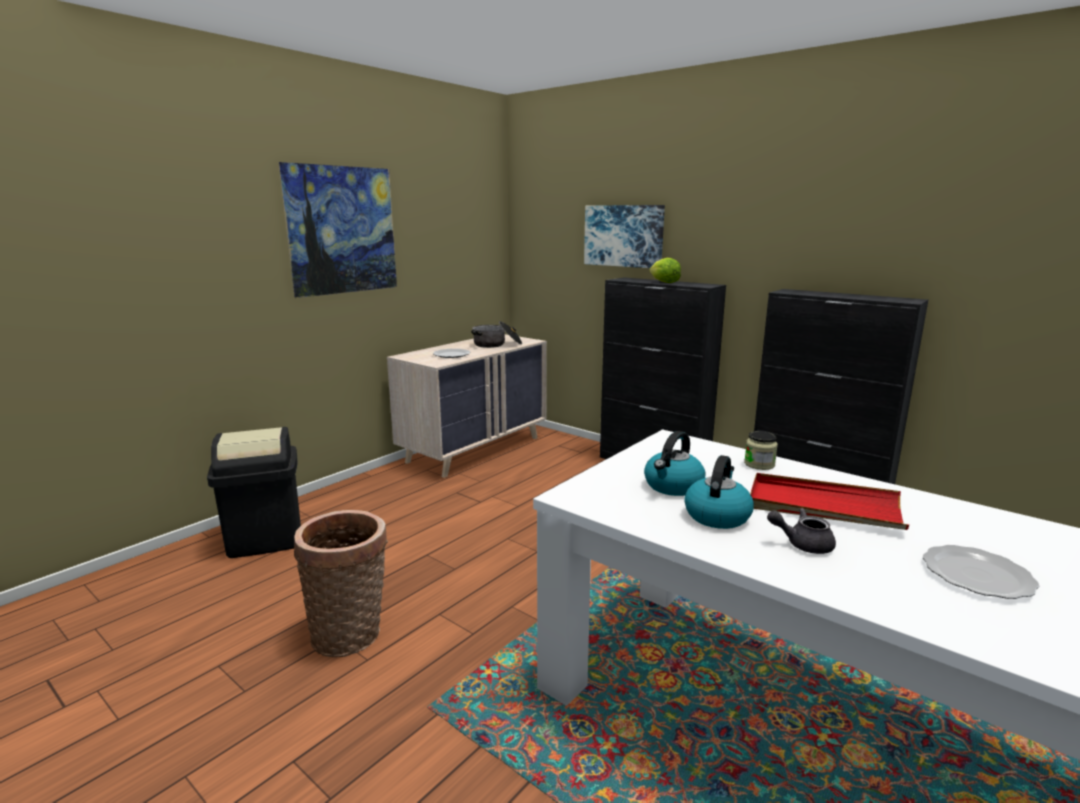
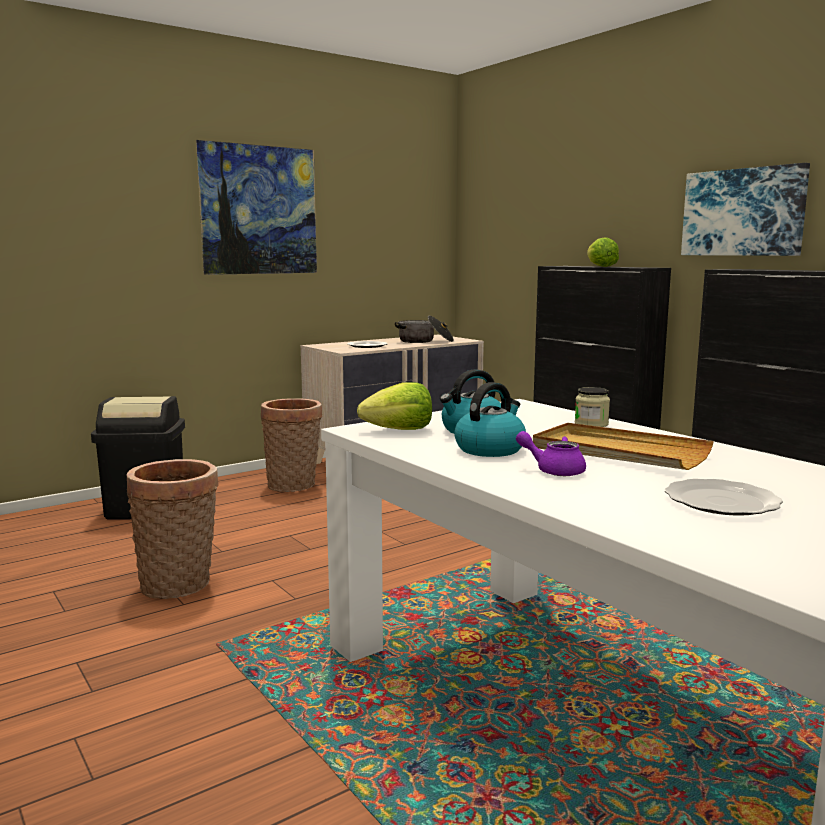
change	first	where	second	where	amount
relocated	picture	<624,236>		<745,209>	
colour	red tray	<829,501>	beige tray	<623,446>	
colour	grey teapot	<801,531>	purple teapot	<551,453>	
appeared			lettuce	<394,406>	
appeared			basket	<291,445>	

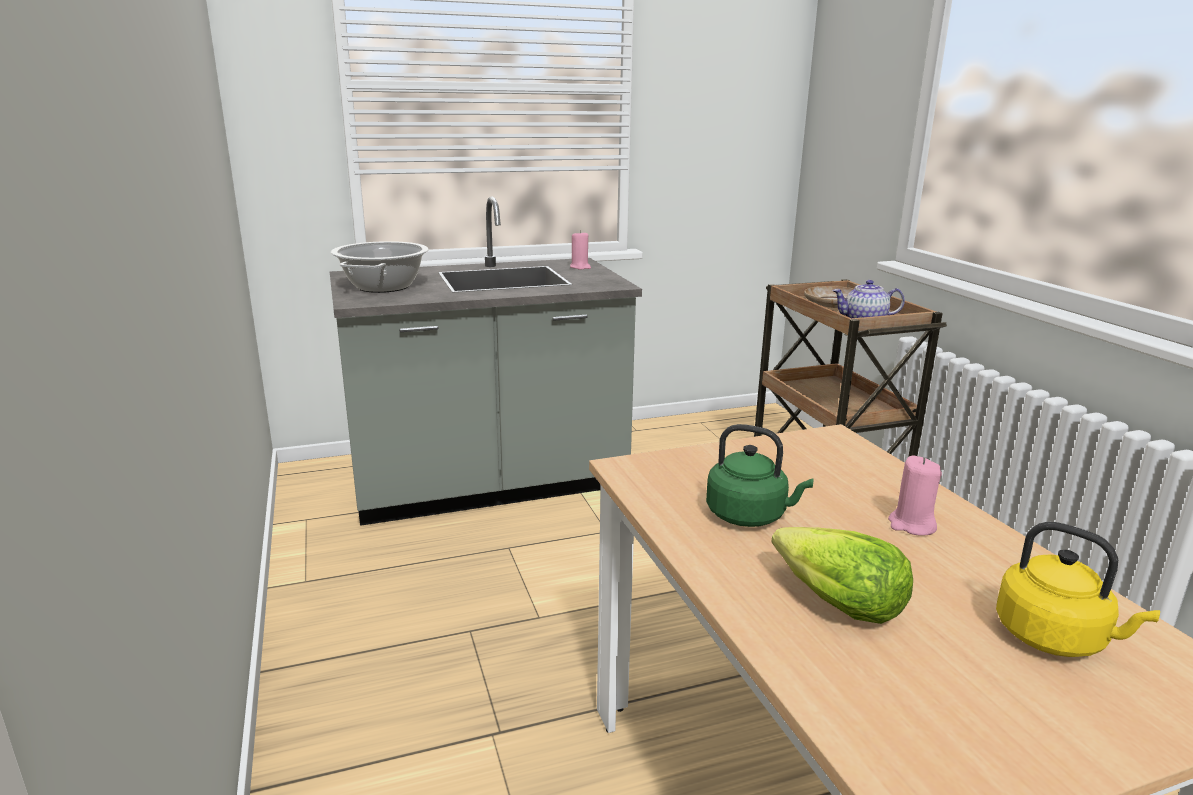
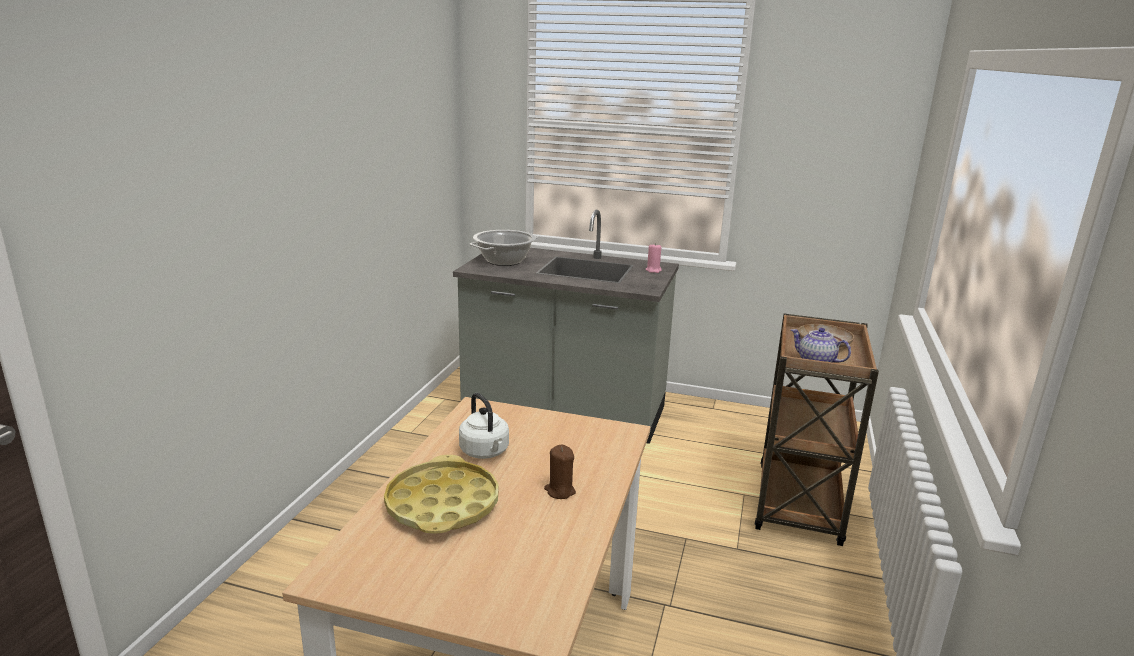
change	first	where	second	where	amount
colour	green kettle	<760,475>	white kettle	<484,426>	
colour	pink candle	<915,495>	brown candle	<560,472>	
missing	yellow kettle	<1078,589>			
exchanged	lettuce	<842,575>	yellow tray	<441,494>	

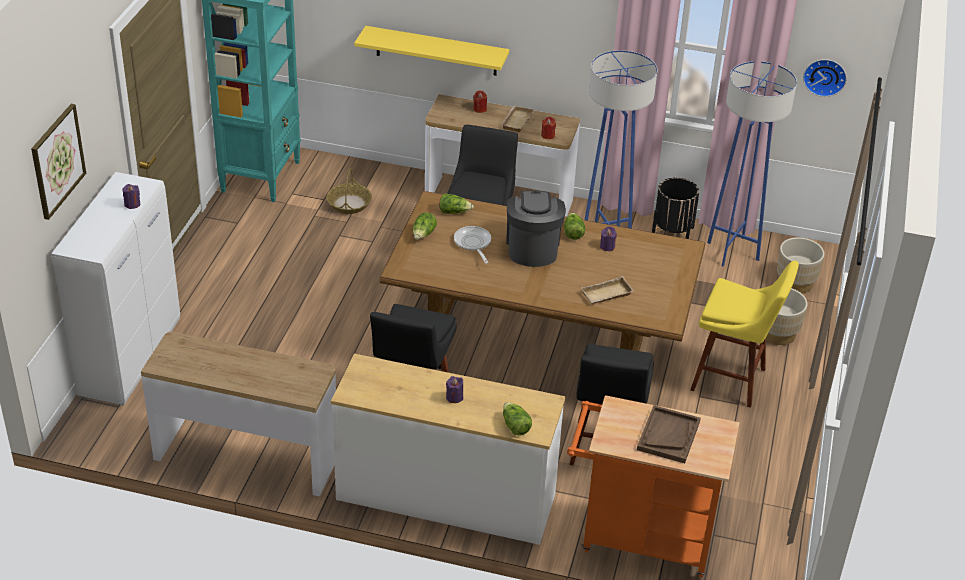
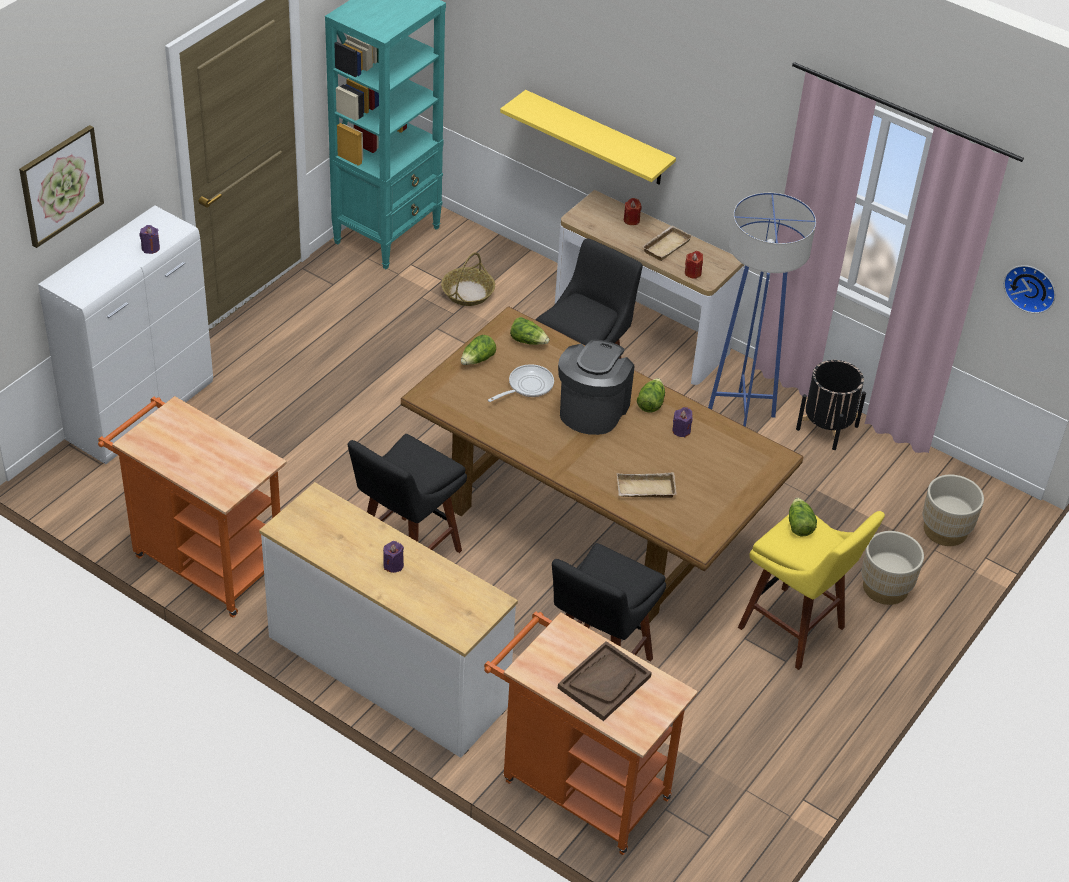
change	first	where	second	where	amount
missing	blue floor lamp	<752,163>			
spun	frying pan	<472,245>		<521,383>	45 degrees clockwise
exchanged	console table	<238,414>	orange cart	<192,507>	
relocated	lettuce	<517,418>		<803,517>	

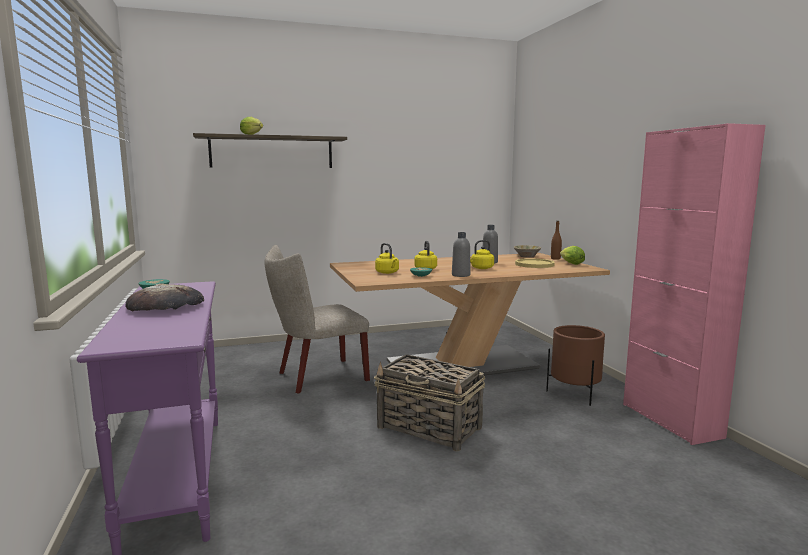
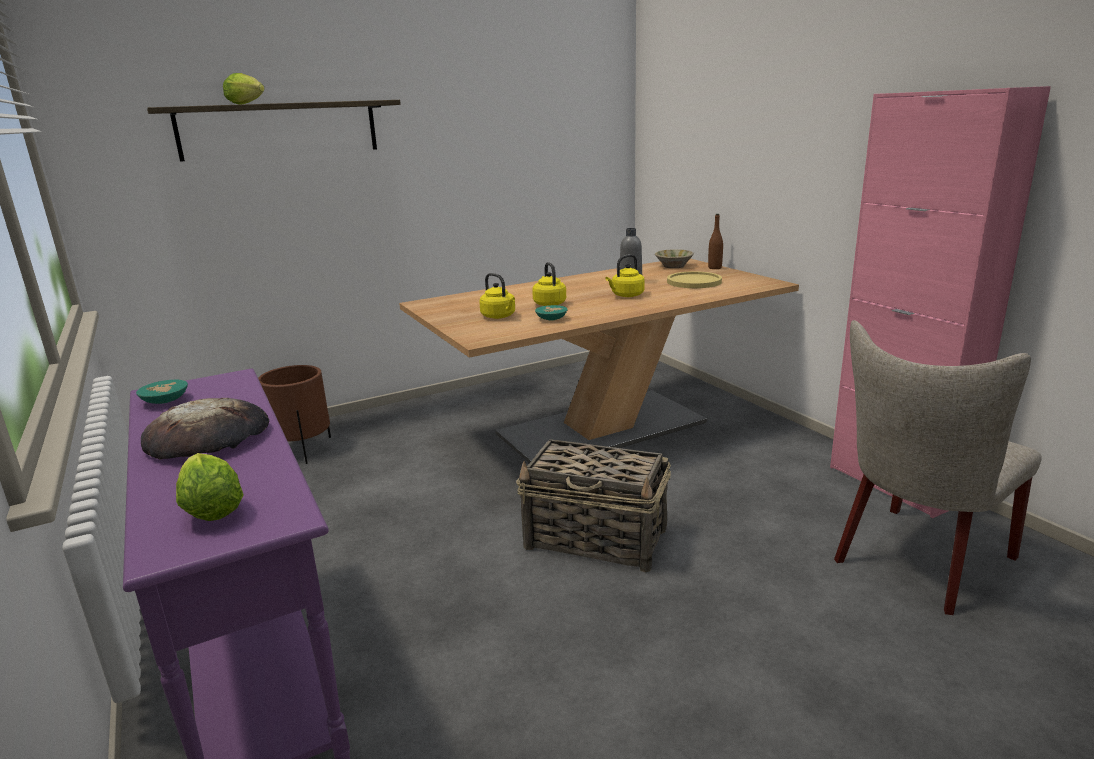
change	first	where	second	where	amount
missing	grey bottle	<461,254>			
relocated	beige chair	<317,319>		<938,467>	
relocated	lettuce	<572,255>		<210,487>	
relocated	brown planter	<575,365>		<294,414>	

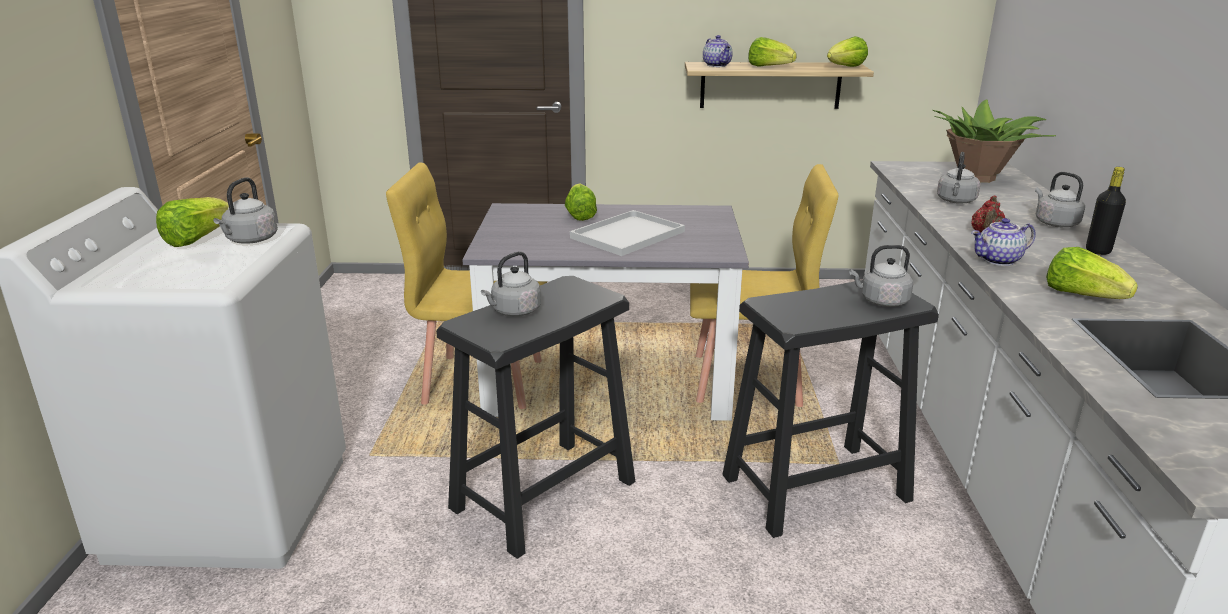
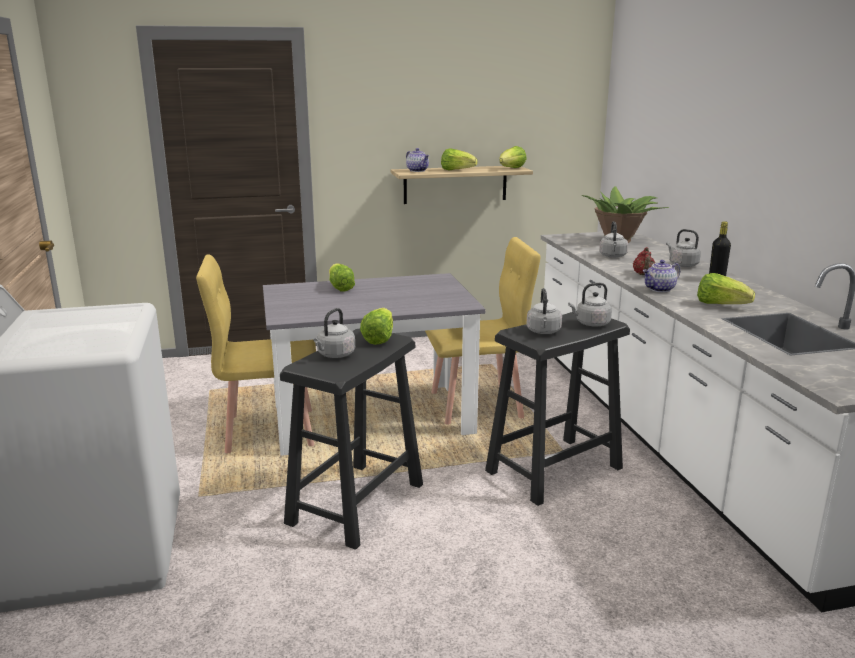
change	first	where	second	where	amount
relocated	grey kettle	<245,210>		<544,311>	
relocated	lettuce	<192,222>		<376,326>	
missing	white tray	<627,233>			

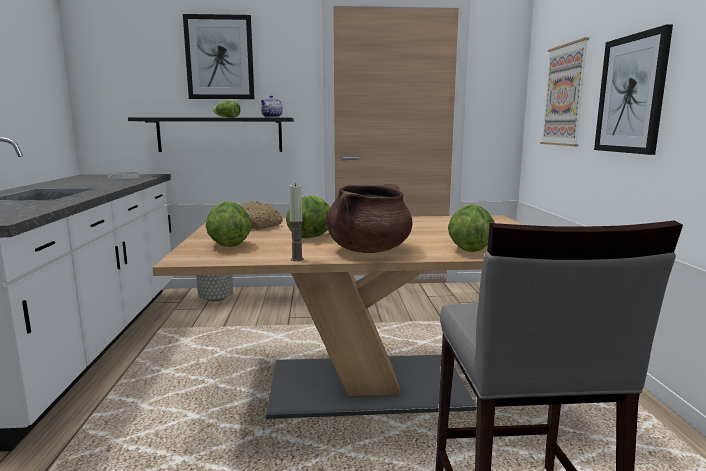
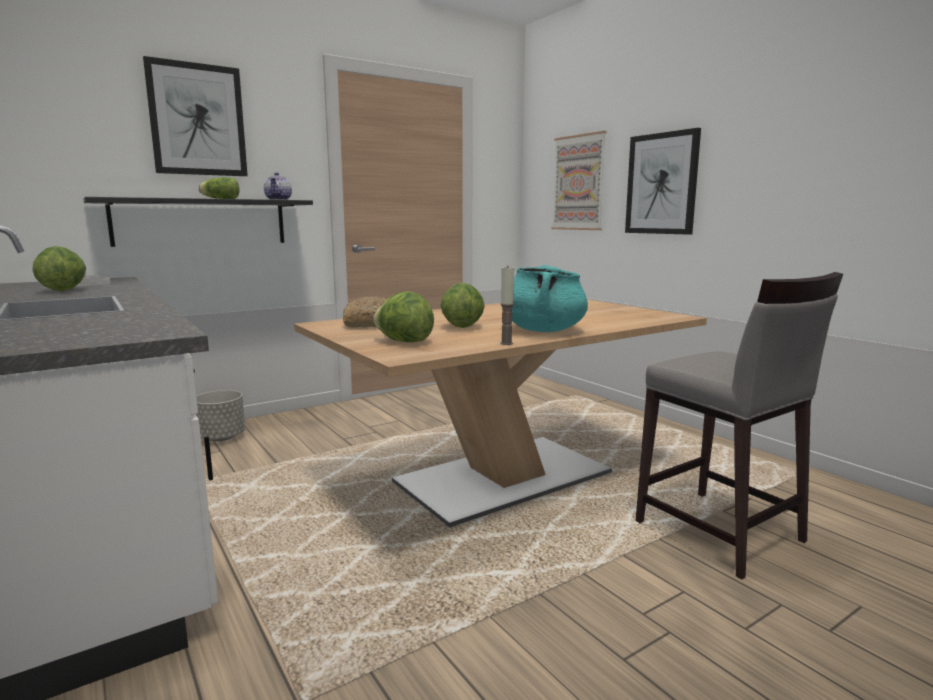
change	first	where	second	where	amount
colour	brown cooking pot	<369,218>	turquoise cooking pot	<550,298>	
relocated	lettuce	<471,228>		<59,268>	

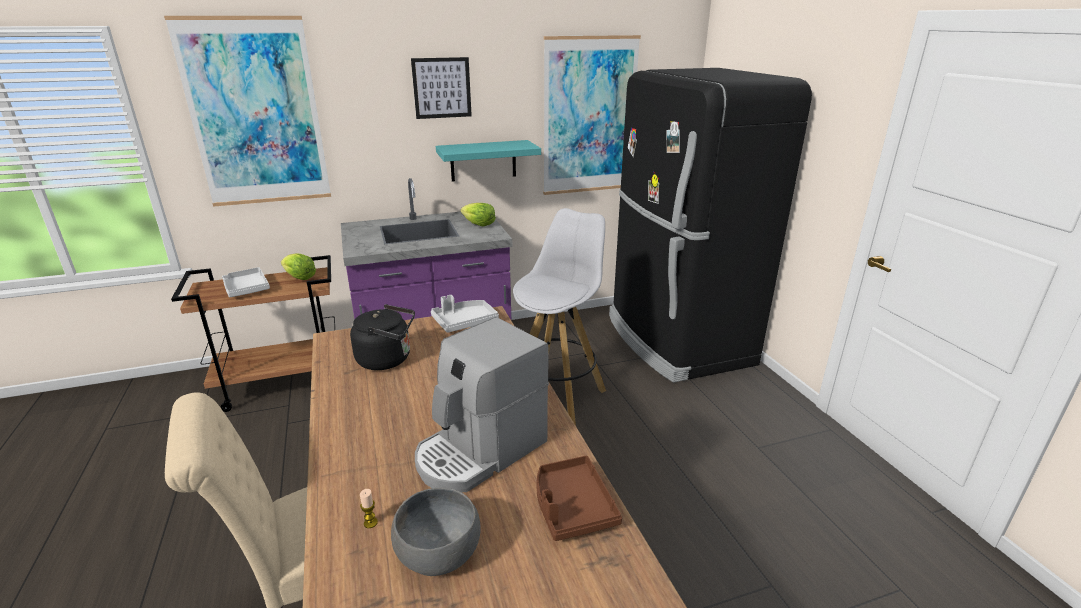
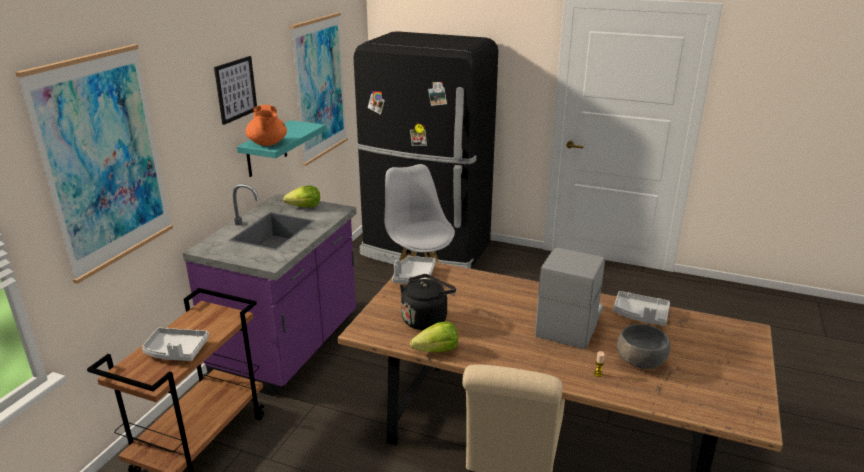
change	first	where	second	where	amount
relocated	lettuce	<298,266>		<434,337>	
spun	coffee machine	<482,404>		<570,298>	150 degrees counterclockwise
colour	brown tray	<579,498>	grey tray	<641,308>	
appeared			orange teapot	<266,125>	

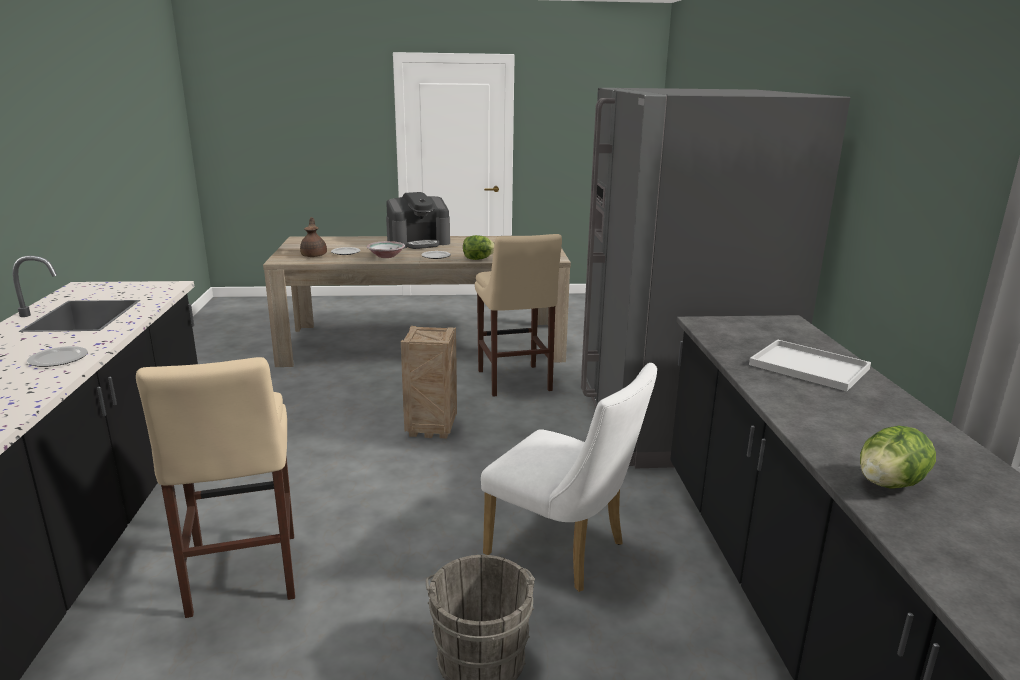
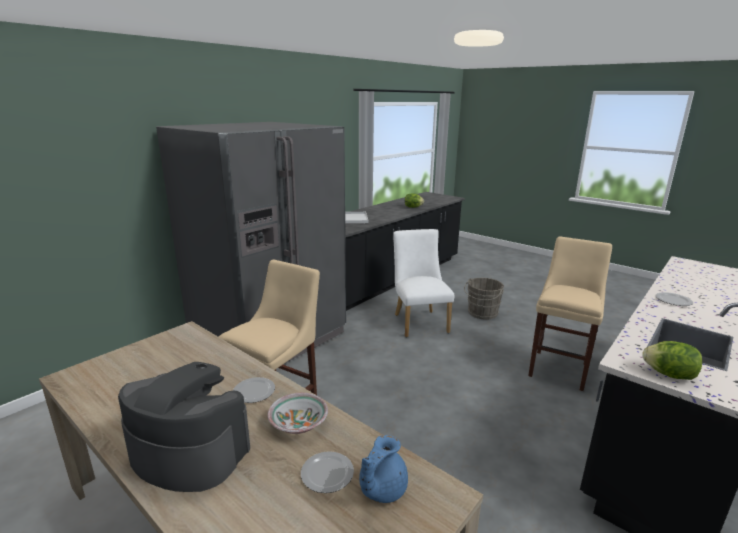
change	first	where	second	where	amount
colour	brown teapot	<313,237>	blue teapot	<383,469>	
relocated	lettuce	<478,247>		<672,360>	
missing	crate	<429,382>			

